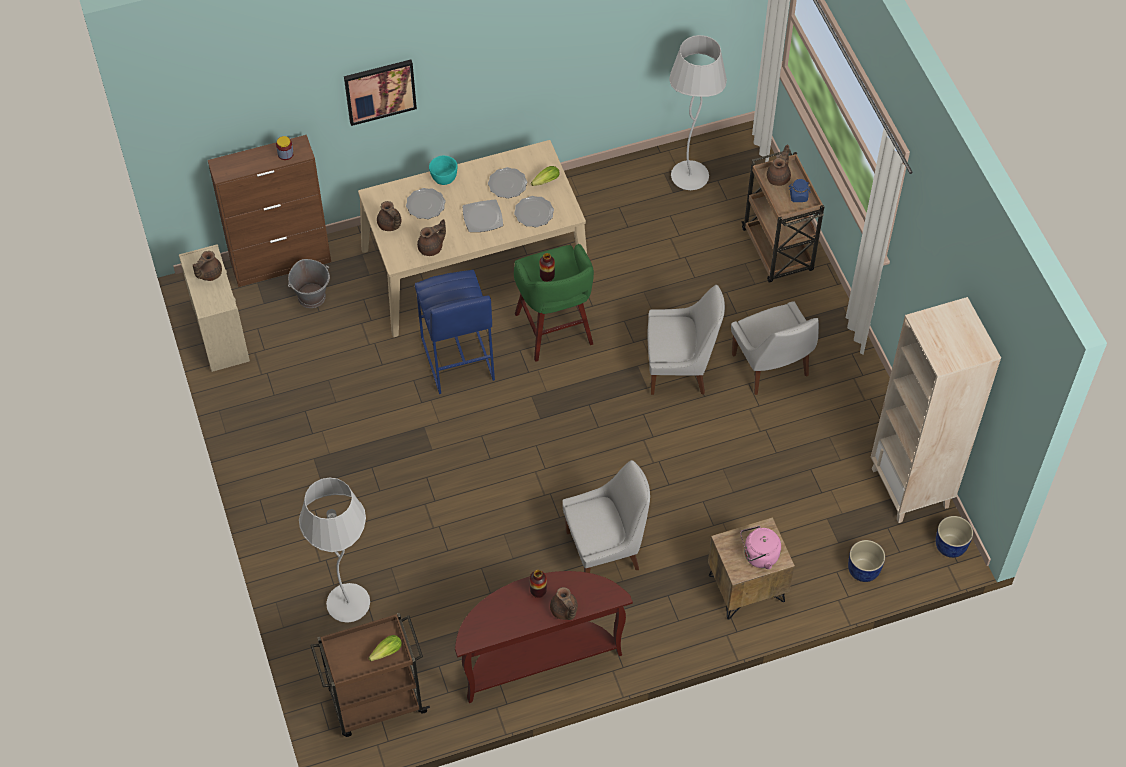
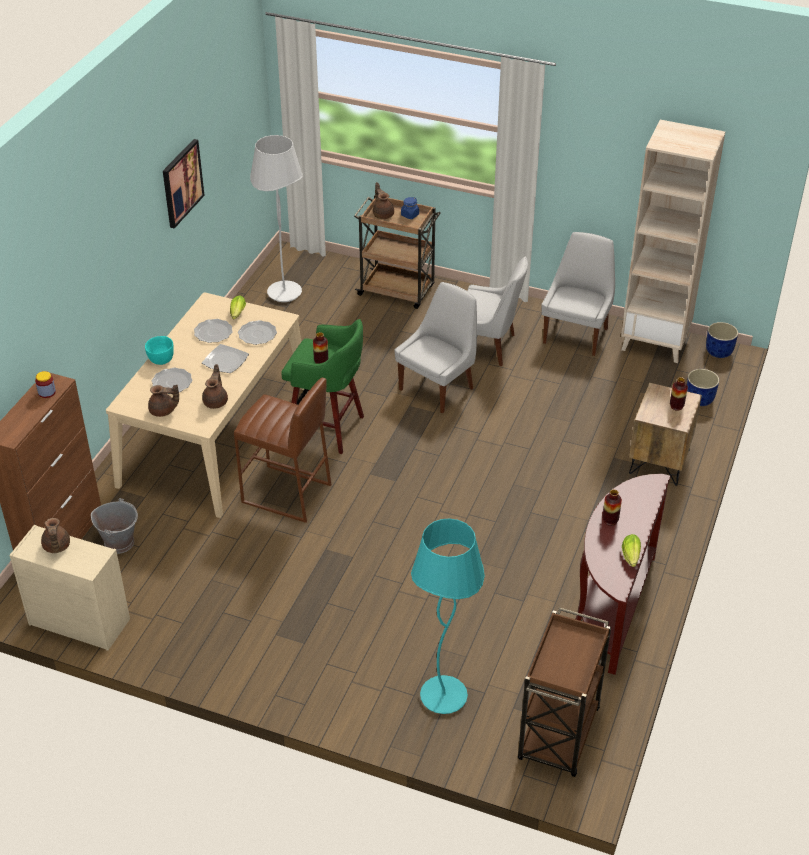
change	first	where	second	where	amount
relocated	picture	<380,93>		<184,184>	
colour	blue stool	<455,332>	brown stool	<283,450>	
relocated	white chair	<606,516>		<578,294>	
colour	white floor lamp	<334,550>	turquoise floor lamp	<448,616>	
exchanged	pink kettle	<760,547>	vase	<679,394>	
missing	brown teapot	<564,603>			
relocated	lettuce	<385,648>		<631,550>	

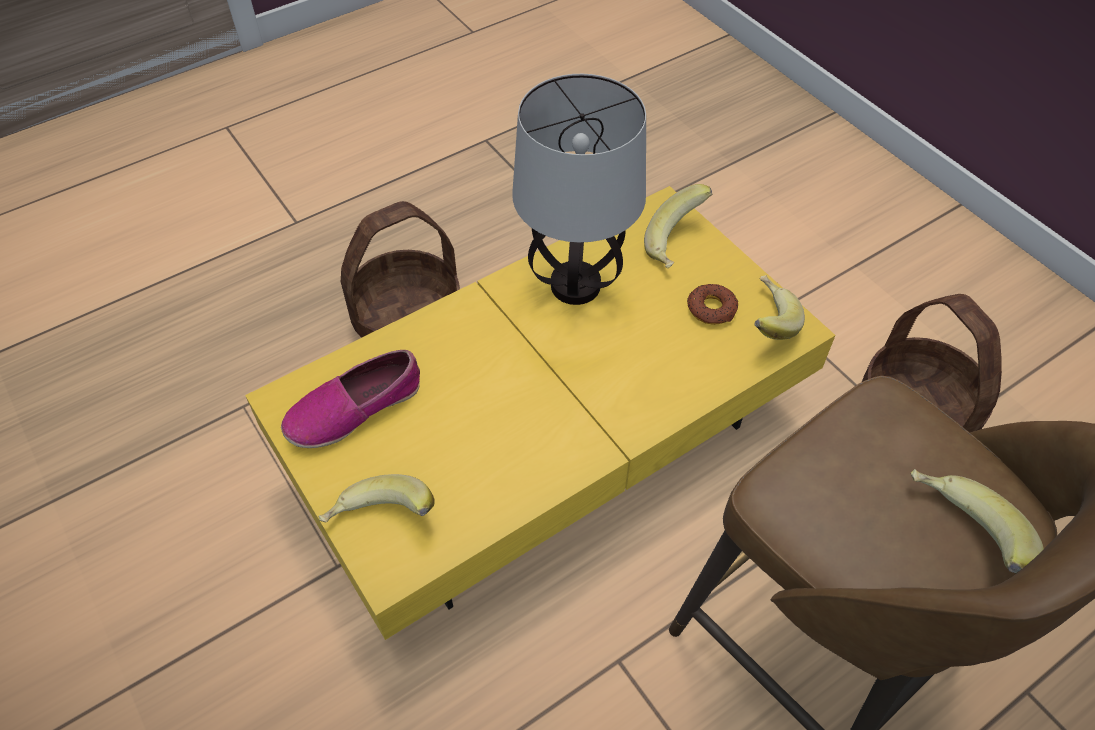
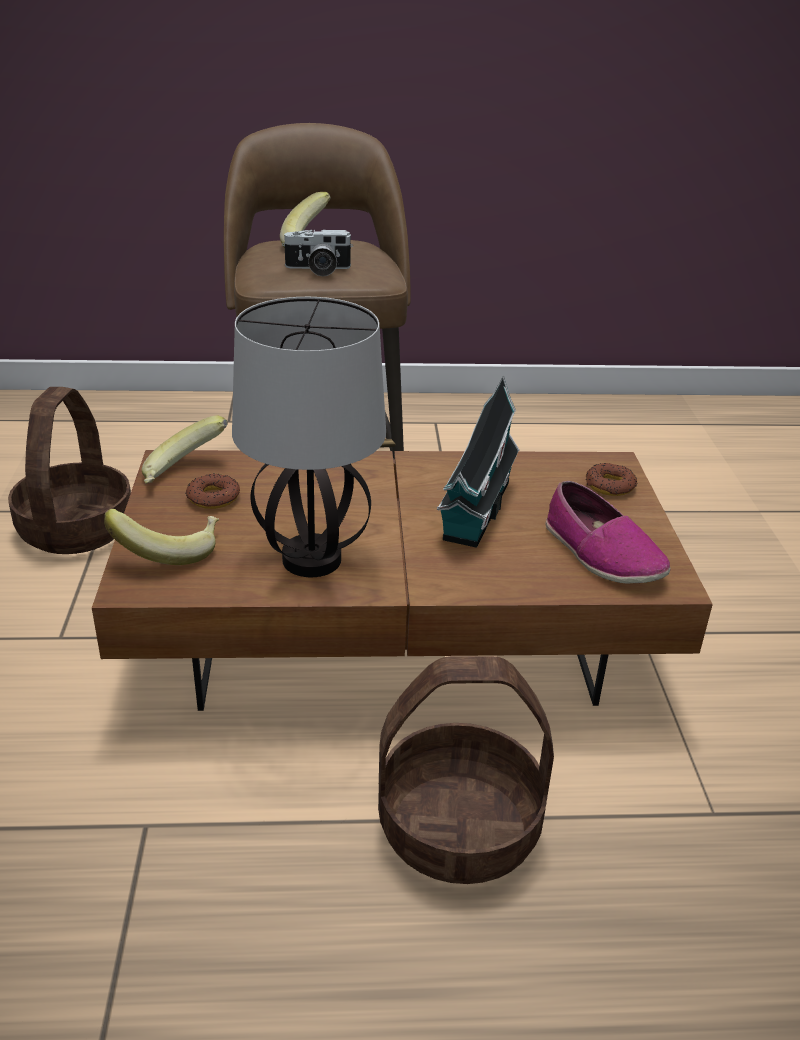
change	first	where	second	where	amount
colour	yellow coffee table	<540,413>	brown coffee table	<402,580>	
spun	shoe	<350,399>		<607,532>	60 degrees clockwise
exchanged	banana	<377,498>	donut	<612,479>	
appeared			photo camera	<317,253>	
appeared			toy house	<478,461>	

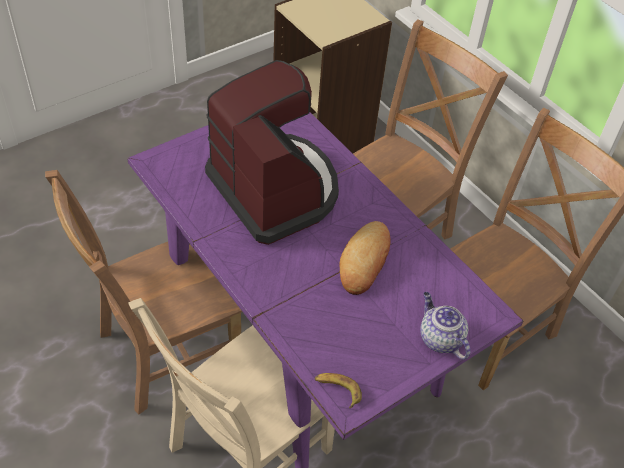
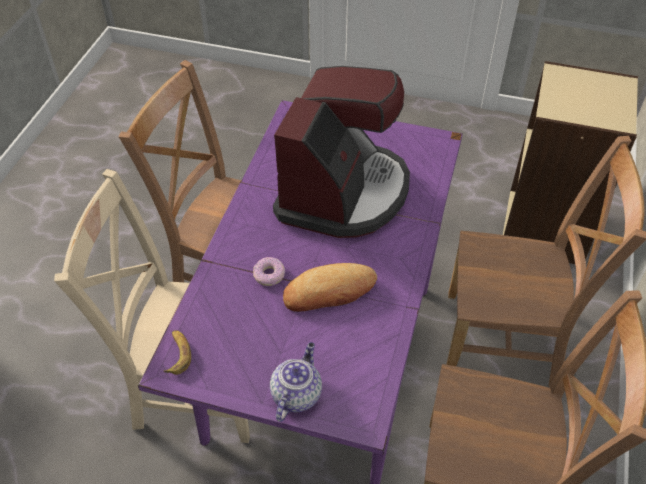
change	first	where	second	where	amount
appeared			donut	<269,271>	

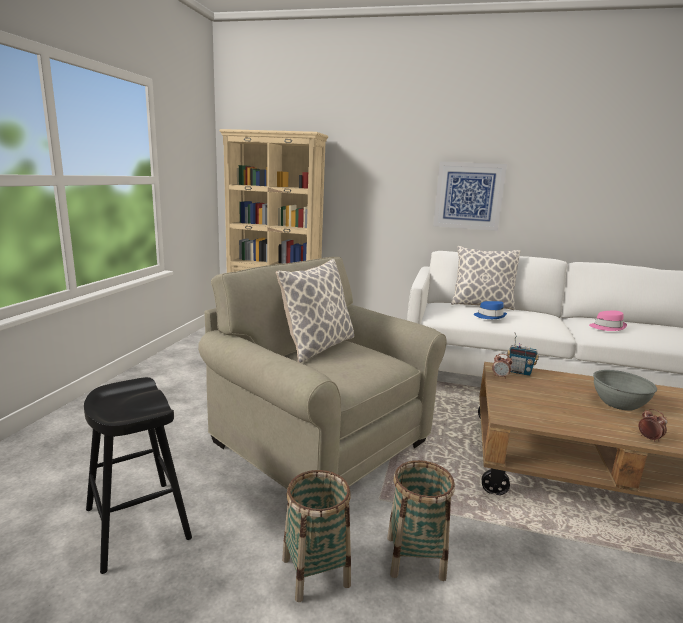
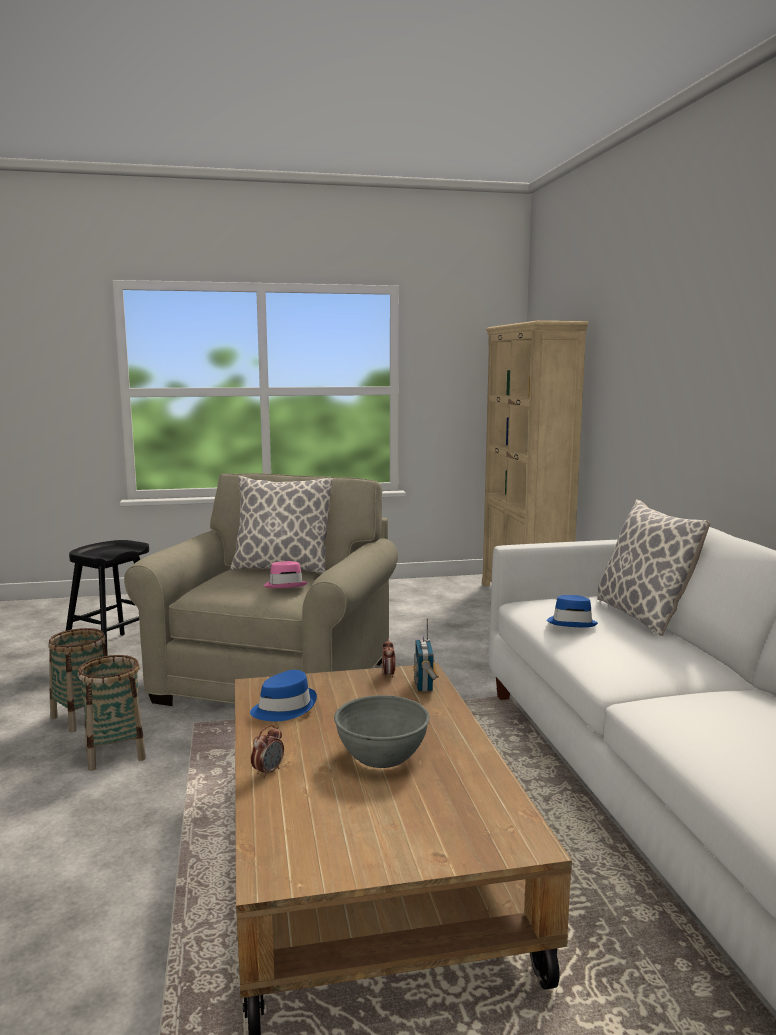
change	first	where	second	where	amount
missing	picture	<470,196>			
relocated	pink hat	<608,320>		<286,574>	
appeared			blue hat	<283,695>	

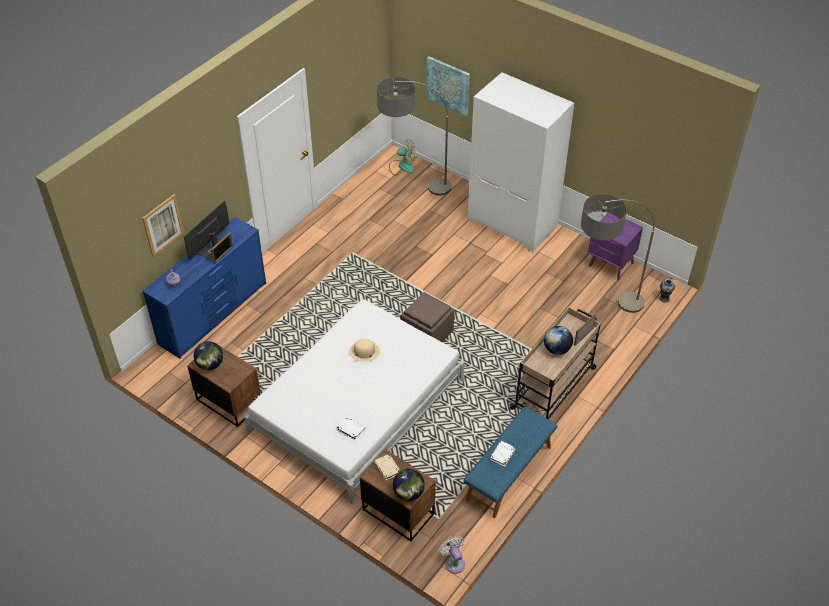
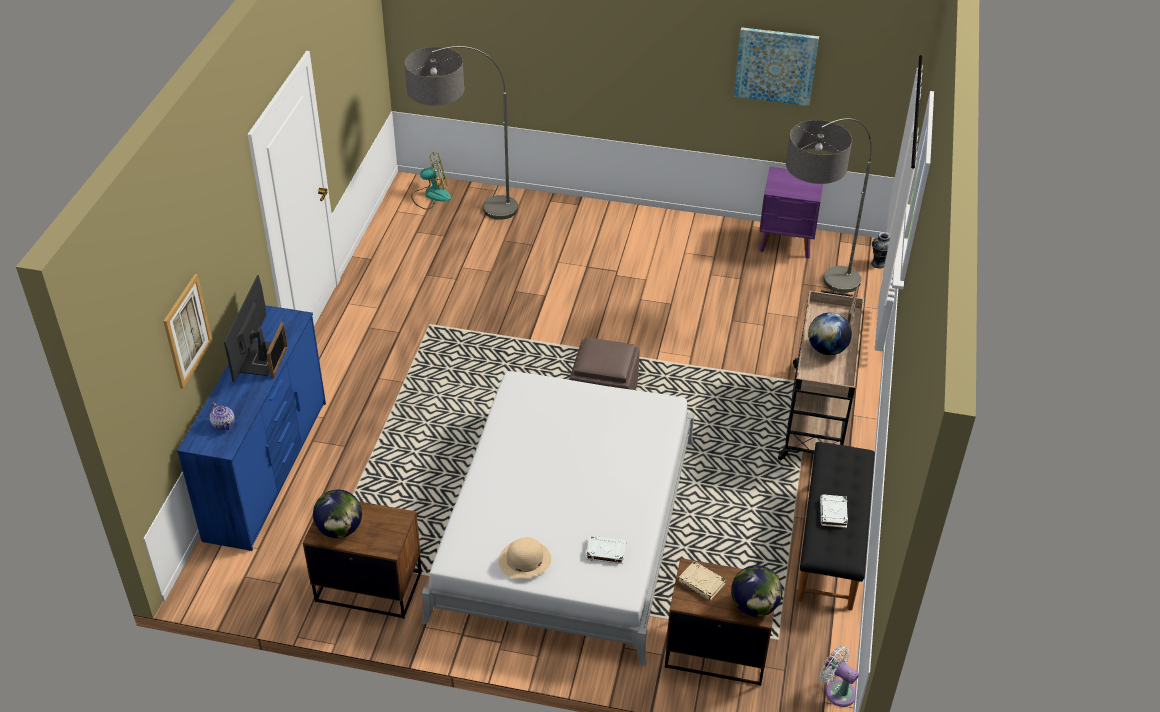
change	first	where	second	where	amount
relocated	picture	<448,86>		<776,66>	
missing	white wardrobe	<521,162>			
relocated	beige hat	<364,350>		<525,558>	
colour	blue bench	<510,462>	black bench	<836,526>	

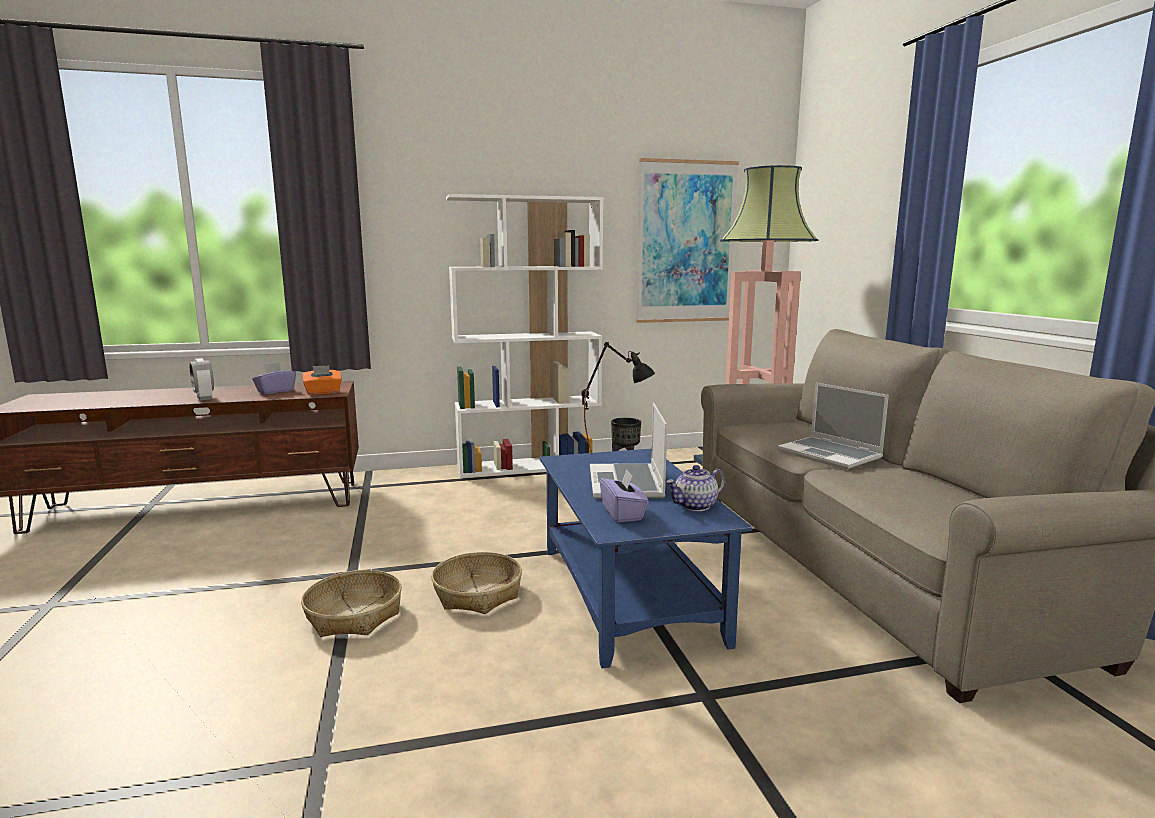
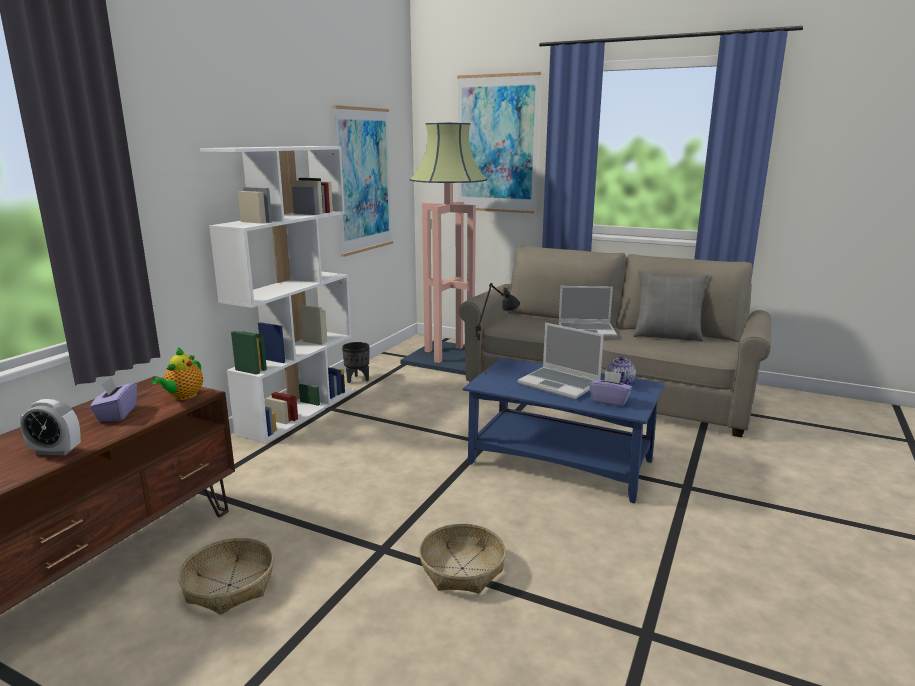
change	first	where	second	where	amount
exchanged	orange tissue box	<322,380>	teapot	<177,374>	
relocated	basket	<476,583>		<226,576>	
appeared			picture	<499,143>	
appeared			grey pillow	<671,306>	

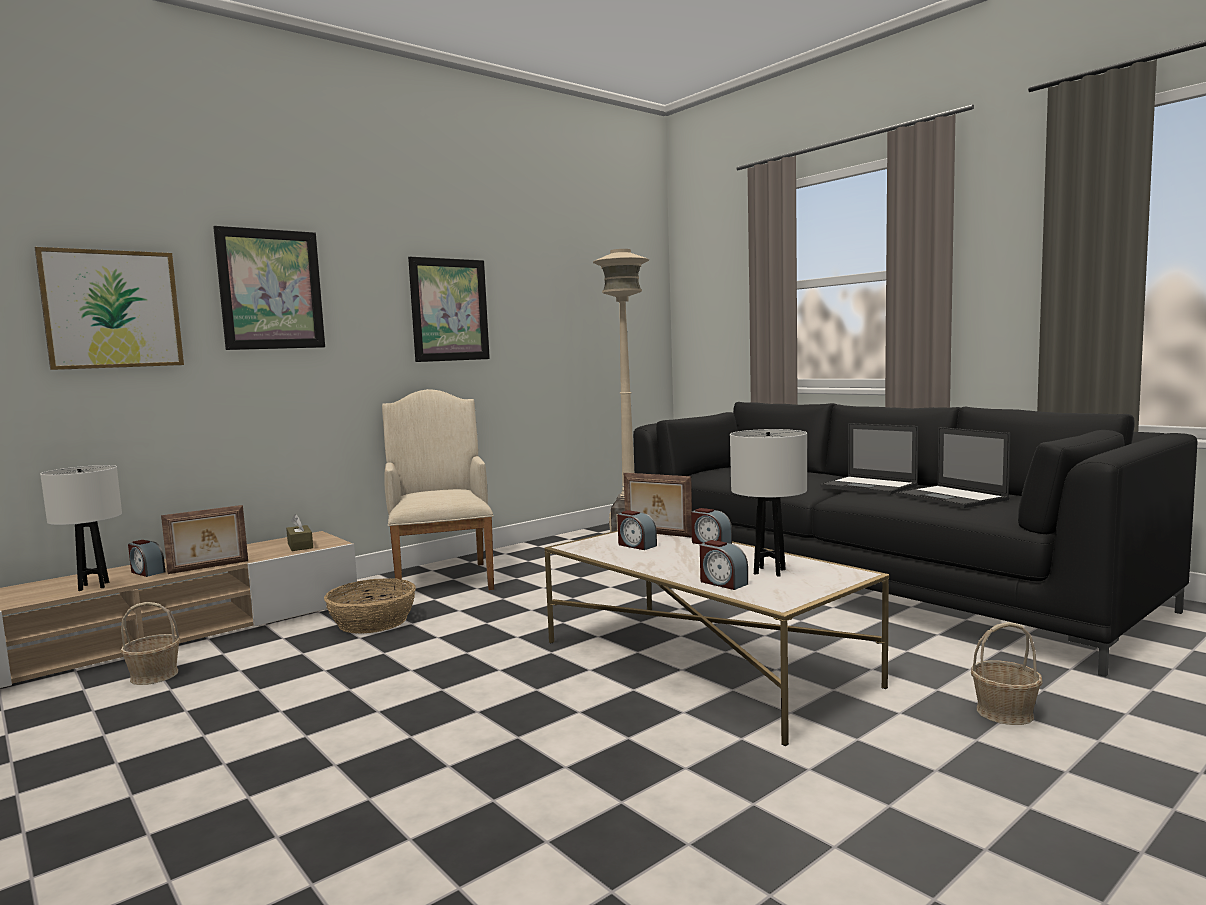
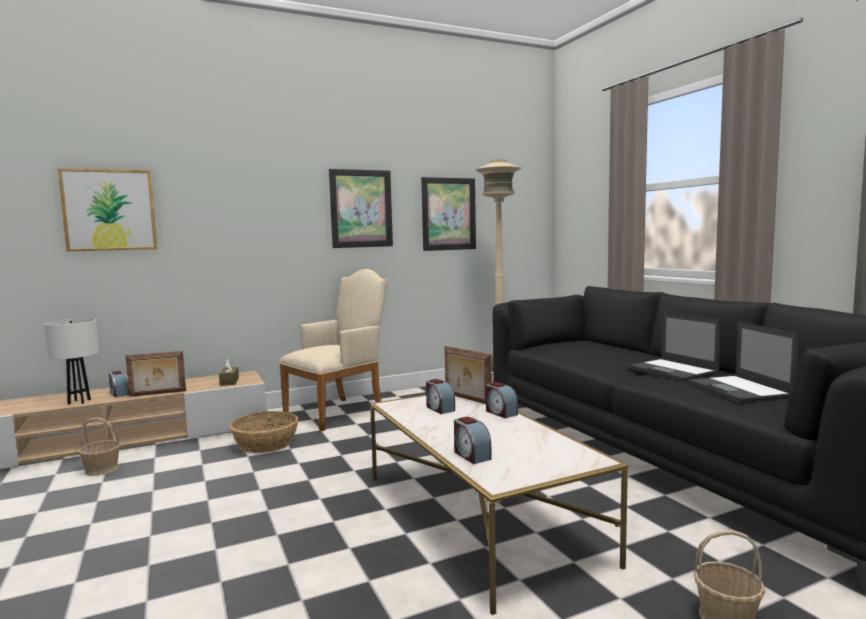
change	first	where	second	where	amount
relocated	picture	<269,288>		<448,214>	
spun	beige armchair	<438,492>		<333,350>	45 degrees clockwise
missing	white table lamp	<768,503>			

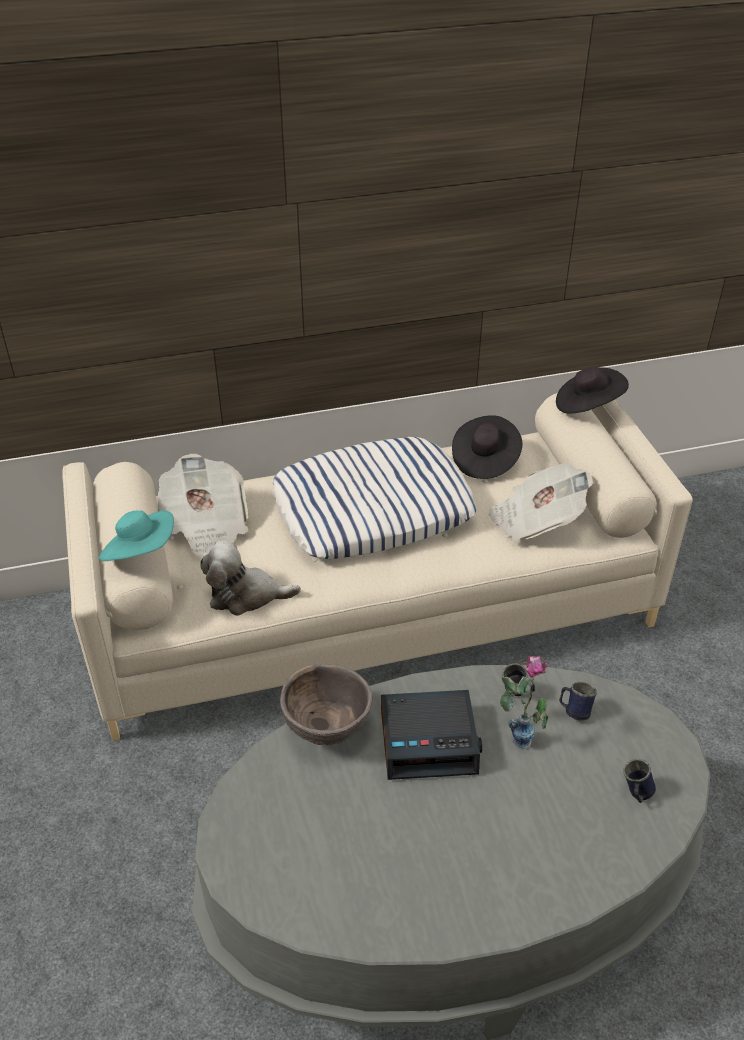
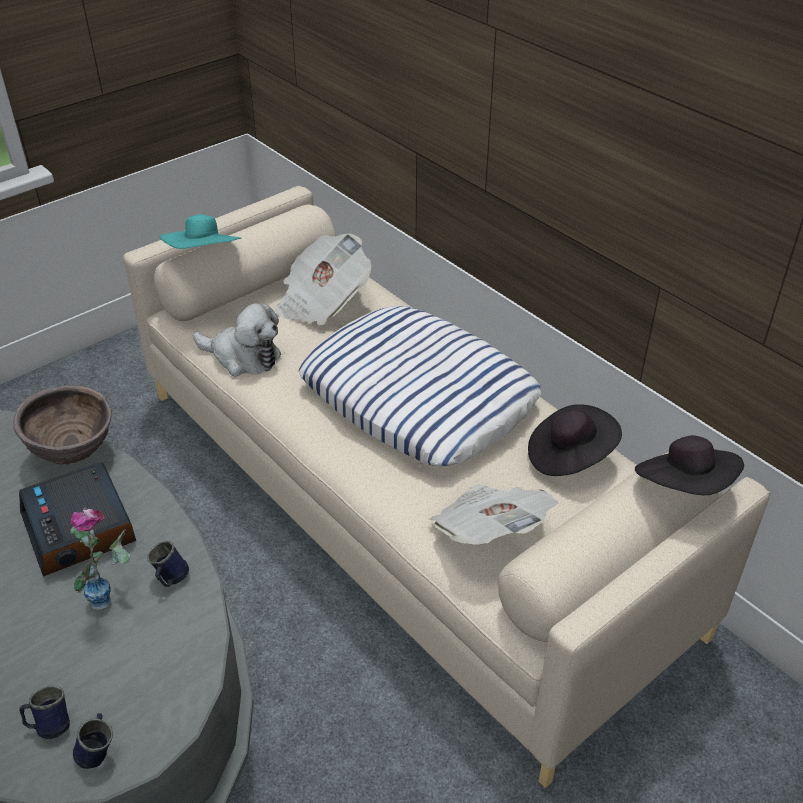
change	first	where	second	where	amount
spun	plush toy	<250,578>		<237,339>	135 degrees clockwise
relocated	blue mug	<578,701>		<93,741>	

